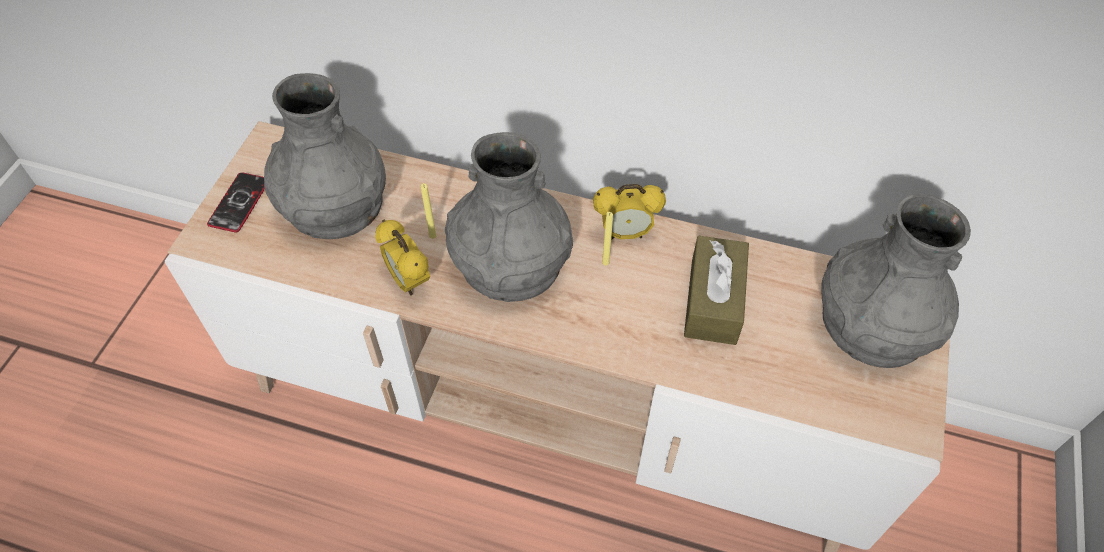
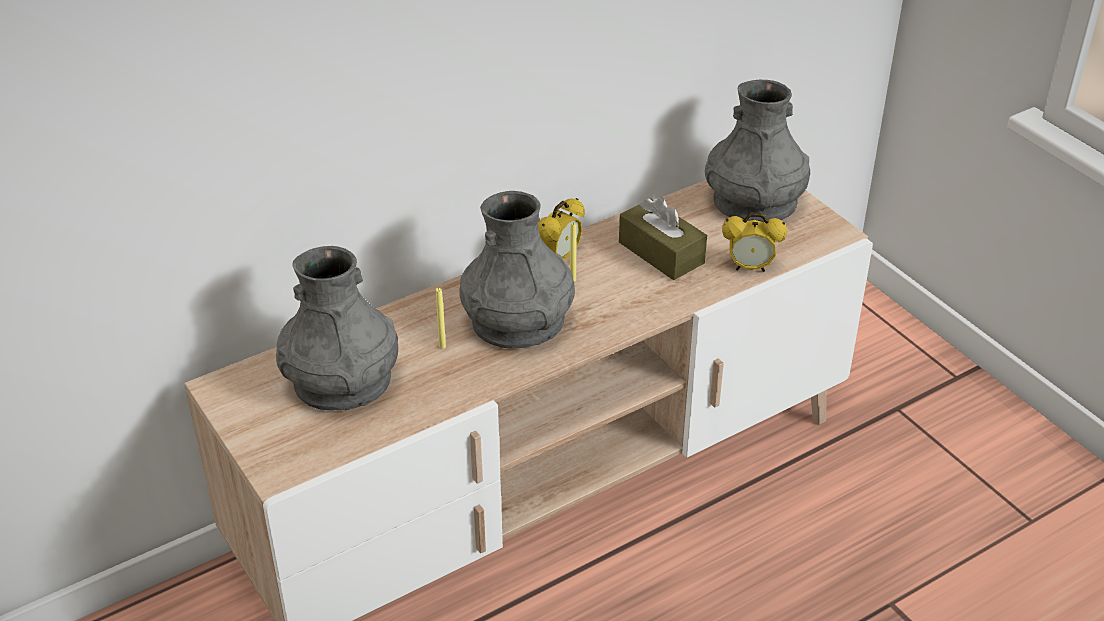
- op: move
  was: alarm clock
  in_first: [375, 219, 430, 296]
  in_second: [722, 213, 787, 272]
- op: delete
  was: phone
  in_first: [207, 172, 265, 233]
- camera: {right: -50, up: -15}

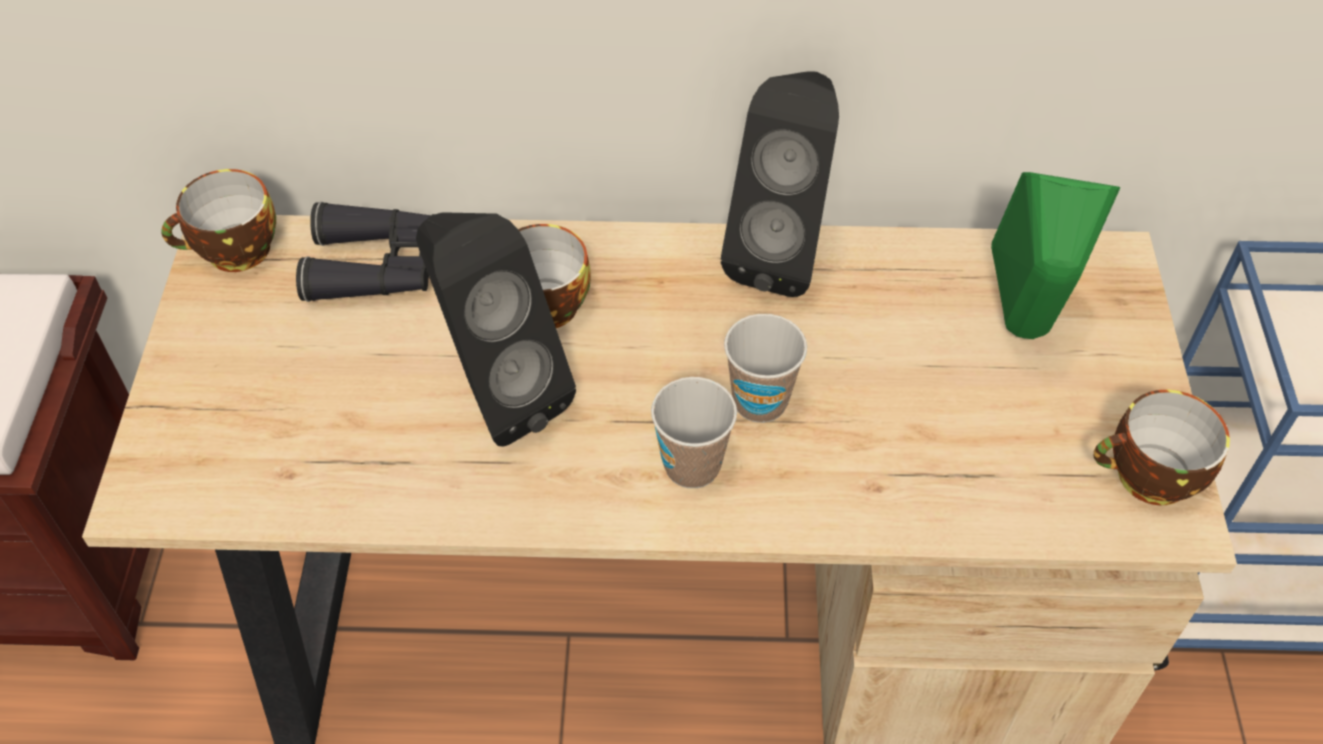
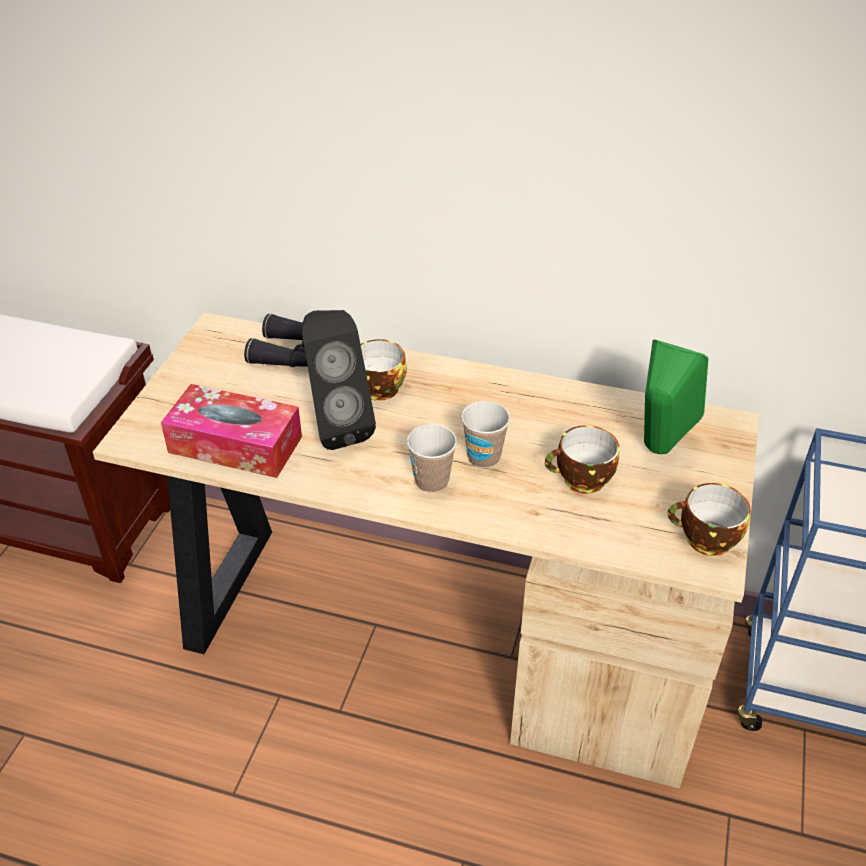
- op: insert
  now: tissue box
  in_second: [161, 384, 302, 478]
- op: move
  was: cup
  in_first: [161, 169, 276, 272]
  in_second: [545, 425, 619, 494]
- op: delete
  was: black speaker
  in_first: [721, 71, 839, 297]
- camera: {right: 15, up: -10}

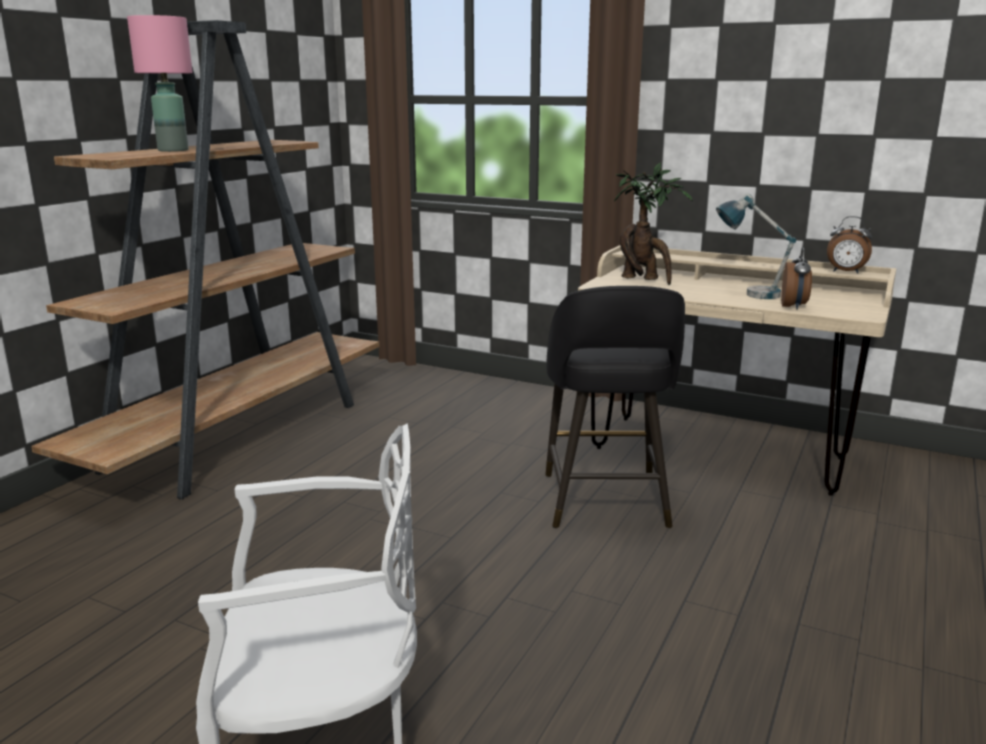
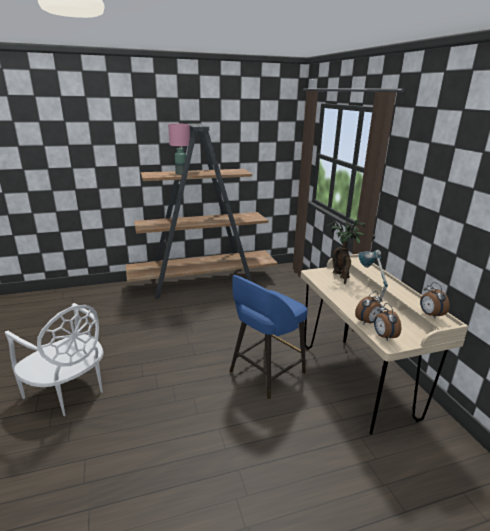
- op: recolor
  was: black stool
  now: blue stool
  in_first: [545, 286, 685, 528]
  in_second: [230, 275, 308, 399]
- op: insert
  now: alarm clock
  in_second: [374, 303, 401, 341]
- camera: {right: 45, up: 5}

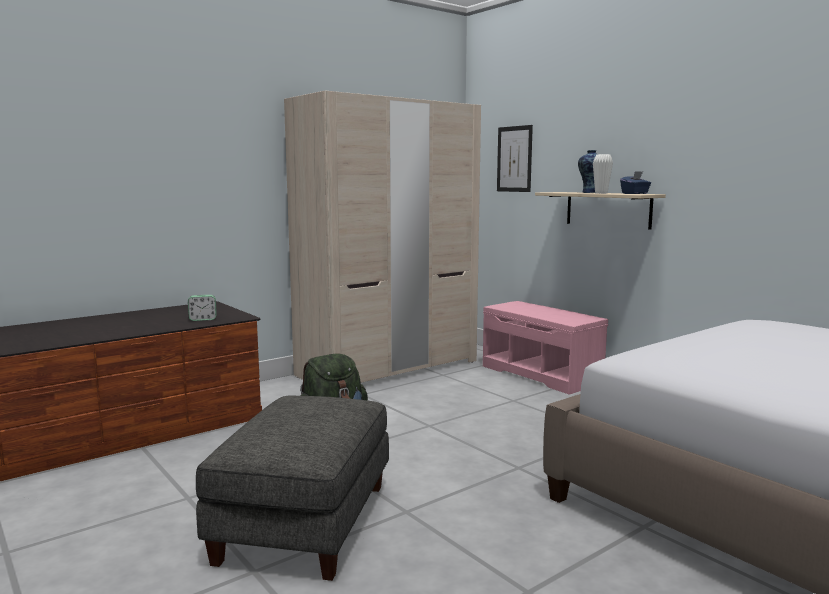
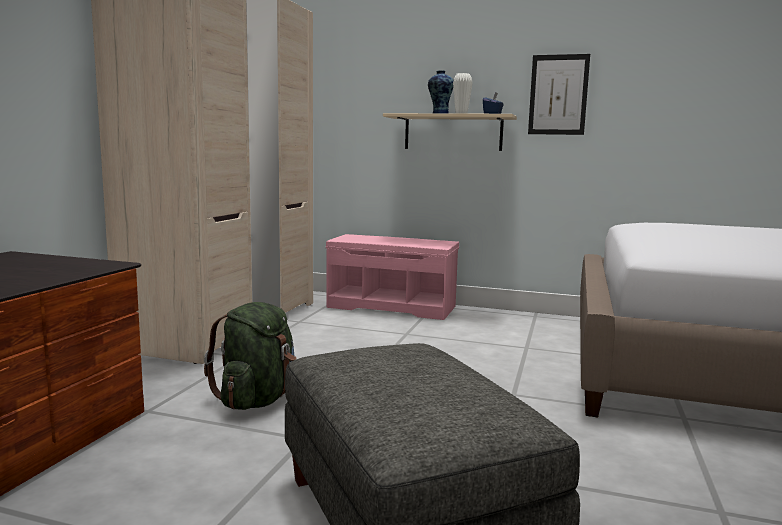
- op: move
  was: picture
  in_first: [497, 125, 533, 192]
  in_second: [528, 54, 590, 135]
- op: delete
  was: alarm clock
  in_first: [188, 295, 217, 321]
- camera: {right: -35, up: 0}

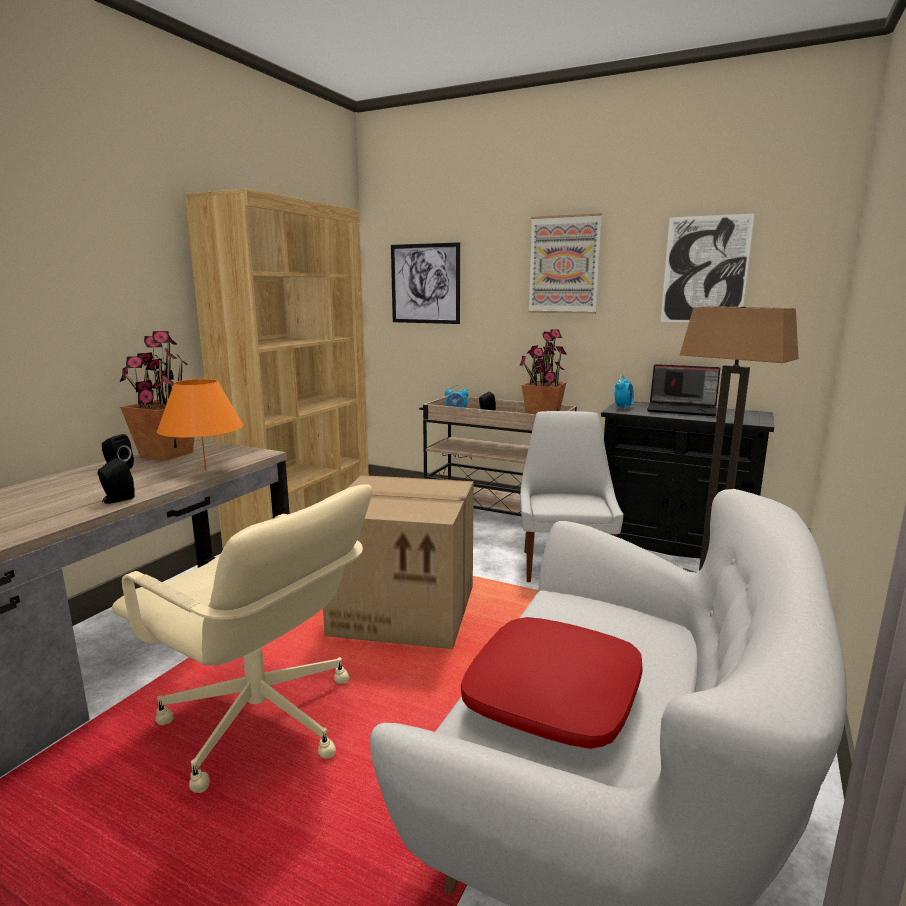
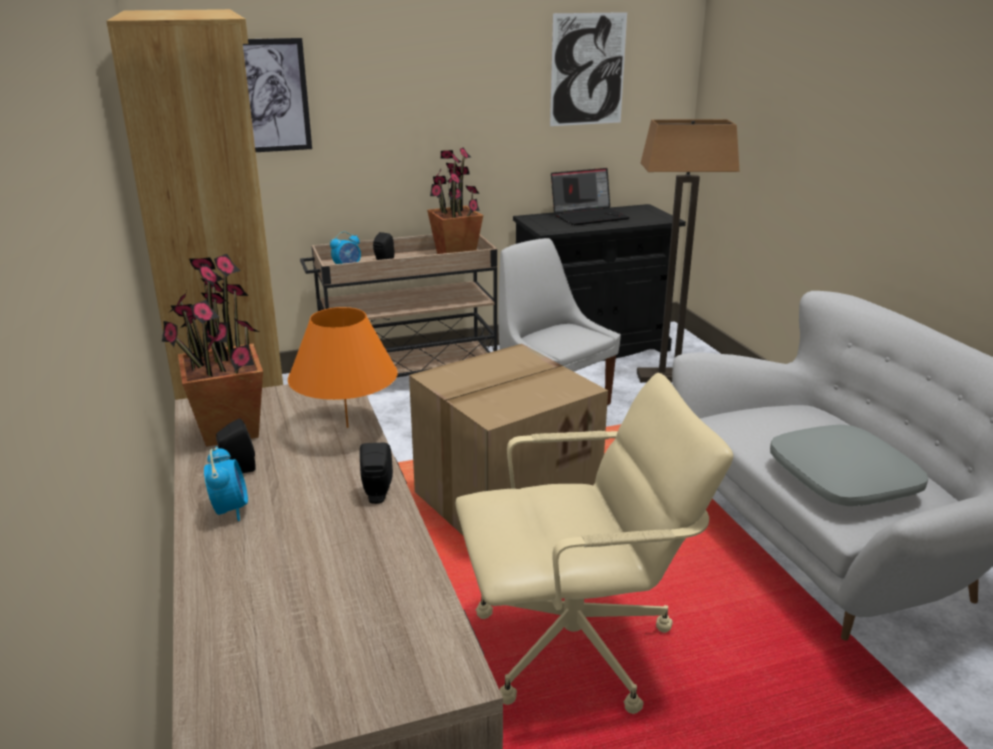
- op: move
  was: alarm clock
  in_first: [614, 375, 634, 410]
  in_second: [204, 447, 248, 521]
- op: recolor
  was: red pillow
  now: grey pillow
  in_first: [461, 617, 643, 749]
  in_second: [770, 425, 928, 506]
- op: delete
  was: picture
  in_first: [528, 213, 602, 314]
- camera: {right: -45, up: 10}

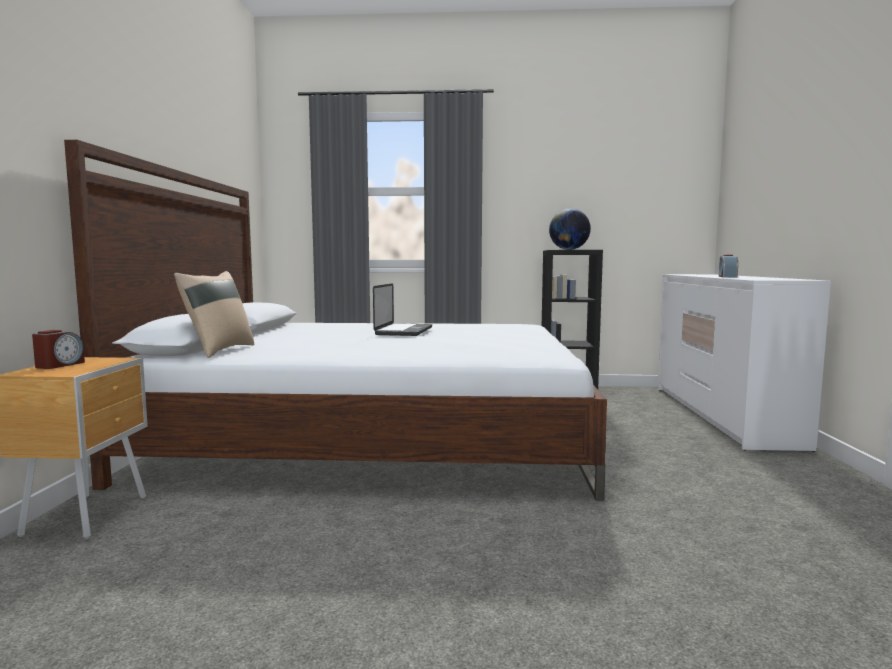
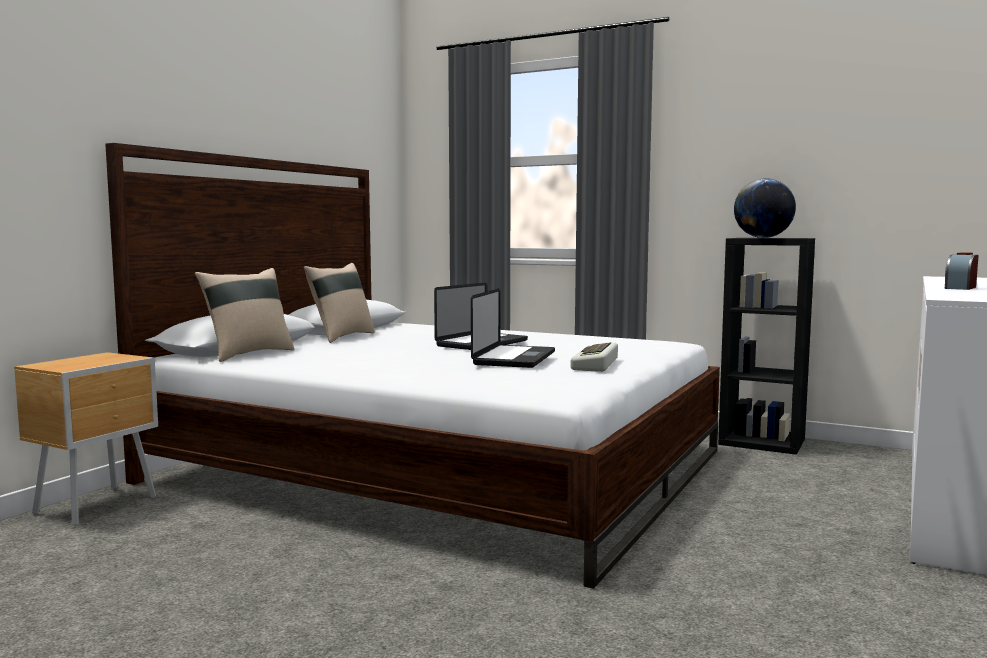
- op: insert
  now: beige pillow
  in_second: [304, 263, 375, 343]
- op: insert
  now: laptop
  in_second: [471, 288, 555, 368]
- op: insert
  now: keyboard
  in_second: [571, 342, 618, 372]
- op: delete
  was: alarm clock
  in_first: [32, 330, 85, 369]
- camera: {right: 25, up: 0}

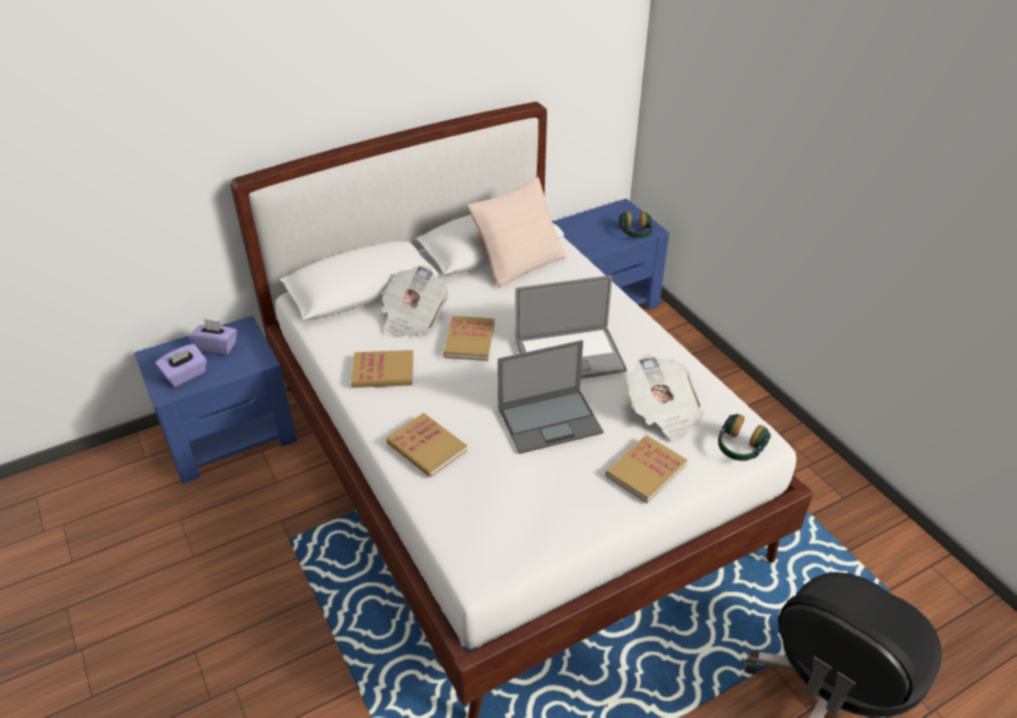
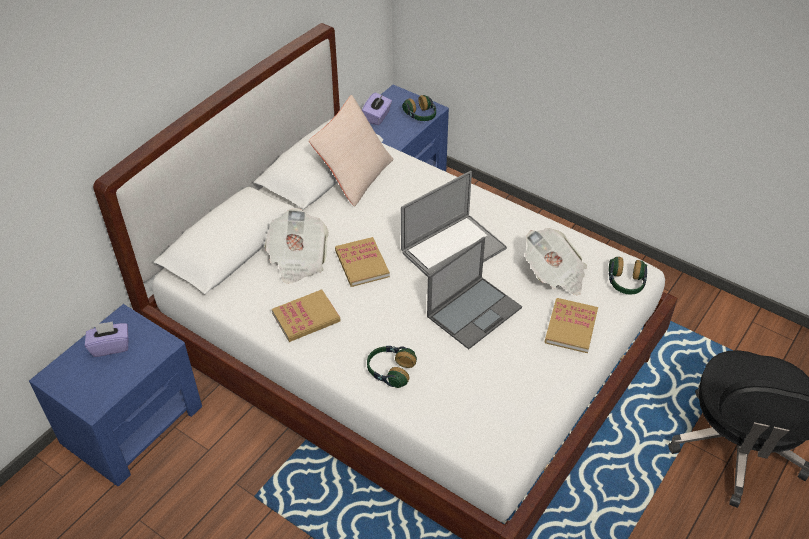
- op: move
  was: purple tissue box
  in_first: [155, 344, 207, 387]
  in_second: [362, 92, 392, 125]
- op: replace
  was: book
  now: headphones
  in_first: [386, 413, 467, 477]
  in_second: [367, 346, 417, 388]
- camera: {right: -25, up: 5}

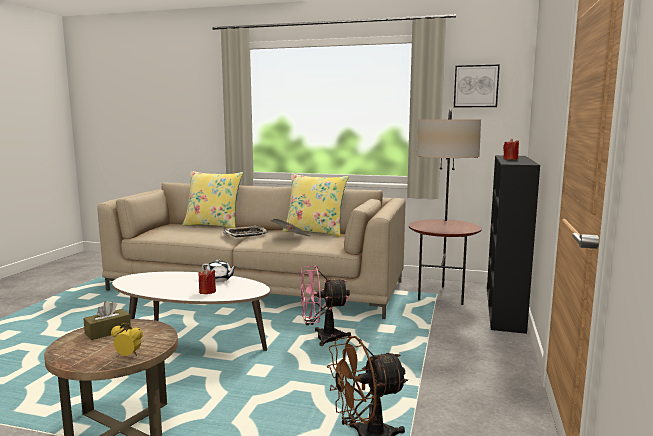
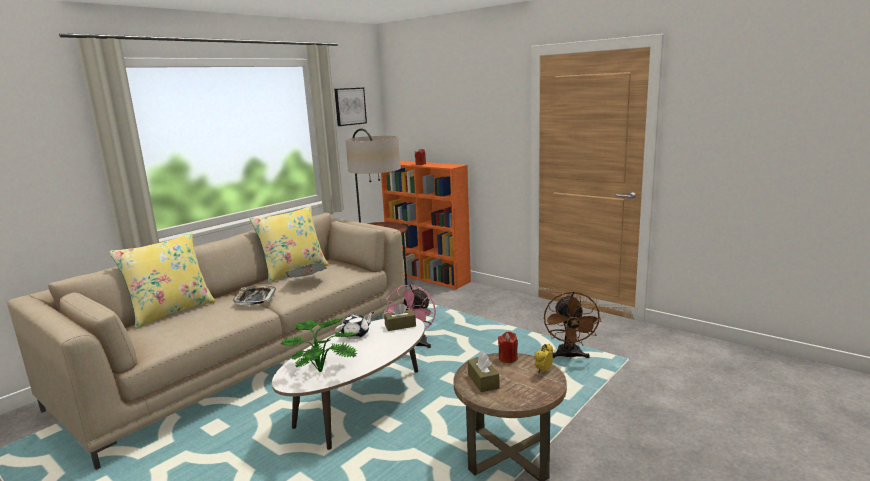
- op: insert
  now: potted plant
  in_second: [280, 318, 358, 372]
- op: recolor
  was: black bookcase
  now: orange bookcase
  in_first: [487, 155, 540, 334]
  in_second: [381, 160, 471, 289]
- op: insert
  now: brown tissue box
  in_second: [384, 303, 416, 331]
- op: move
  was: red candle
  in_first: [198, 268, 216, 294]
  in_second: [498, 332, 518, 363]
- camera: {right: -65, up: 5}

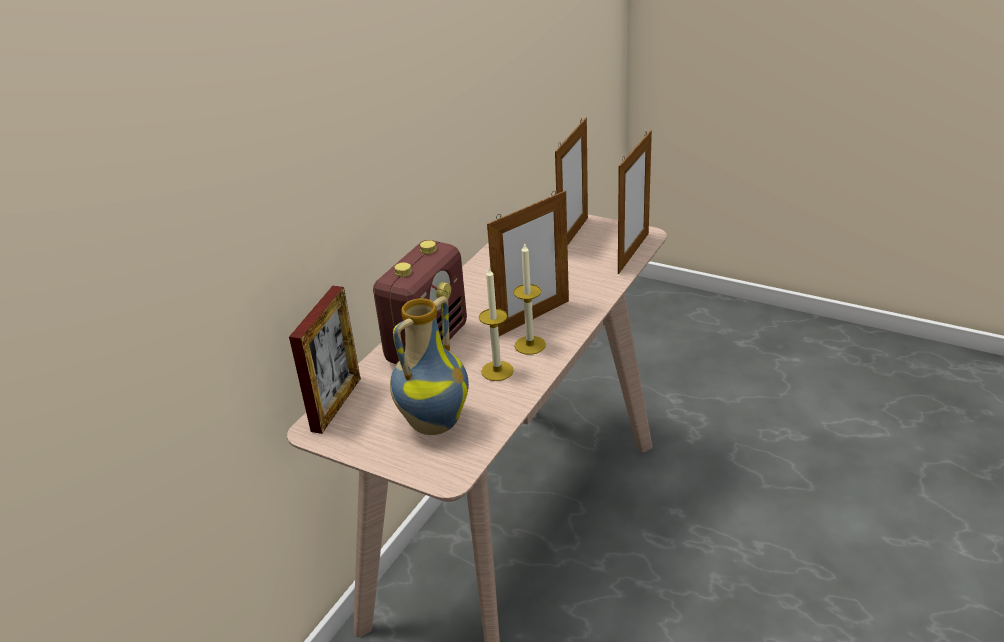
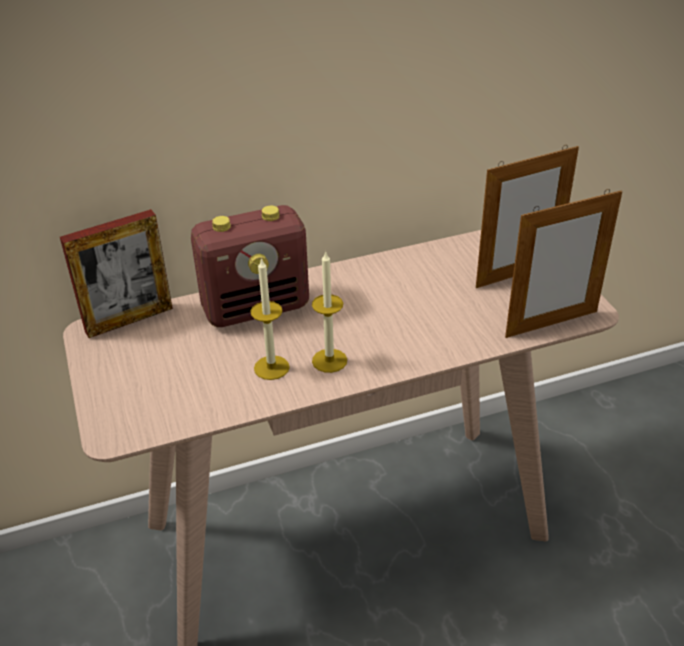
- op: delete
  was: vase
  in_first: [390, 296, 469, 435]
- op: delete
  was: picture frame
  in_first: [487, 191, 569, 336]
- camera: {right: 40, up: 5}

